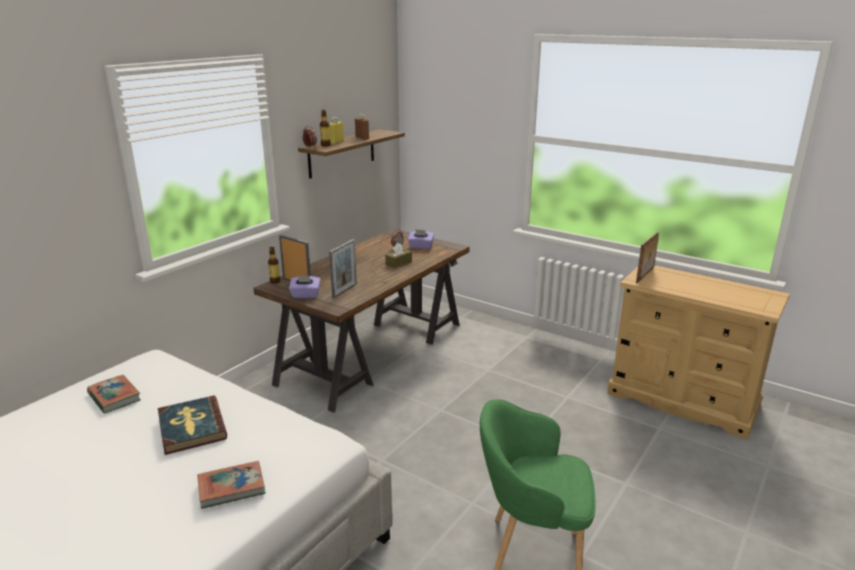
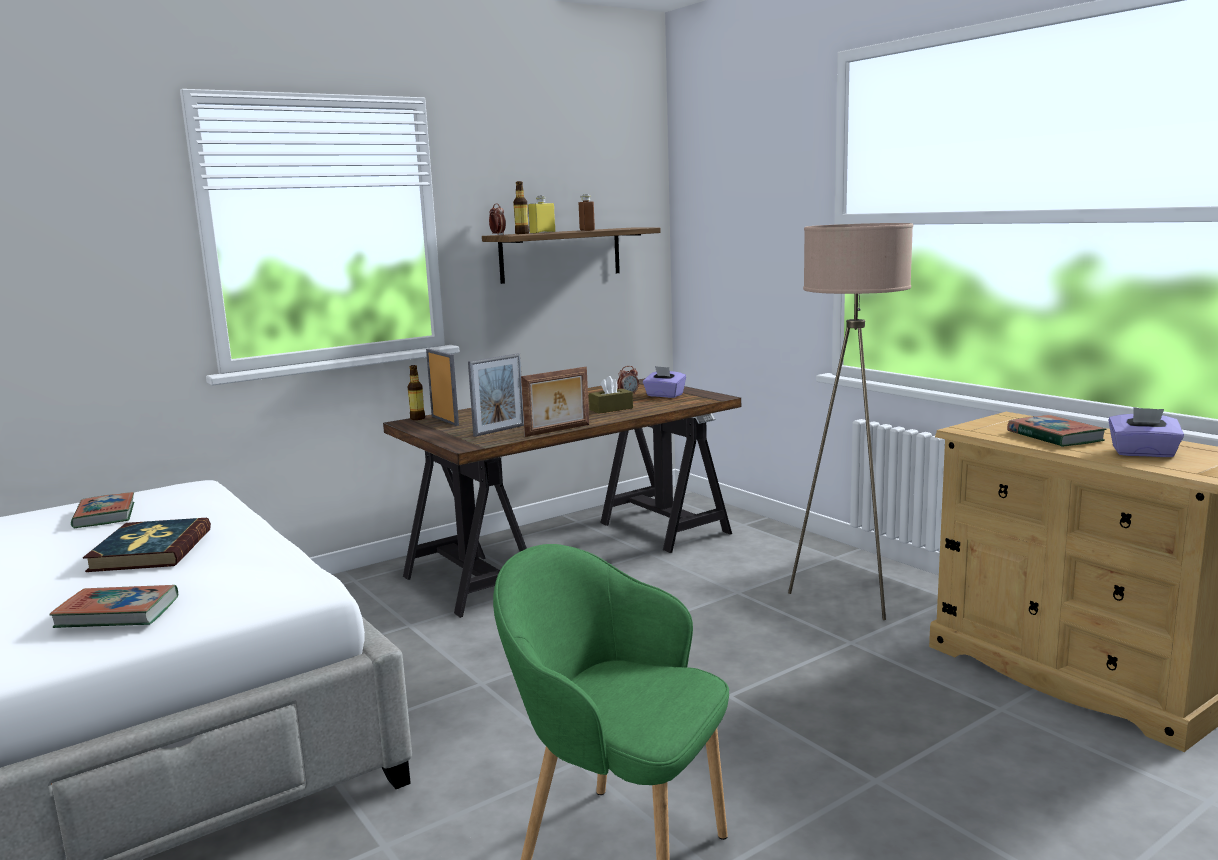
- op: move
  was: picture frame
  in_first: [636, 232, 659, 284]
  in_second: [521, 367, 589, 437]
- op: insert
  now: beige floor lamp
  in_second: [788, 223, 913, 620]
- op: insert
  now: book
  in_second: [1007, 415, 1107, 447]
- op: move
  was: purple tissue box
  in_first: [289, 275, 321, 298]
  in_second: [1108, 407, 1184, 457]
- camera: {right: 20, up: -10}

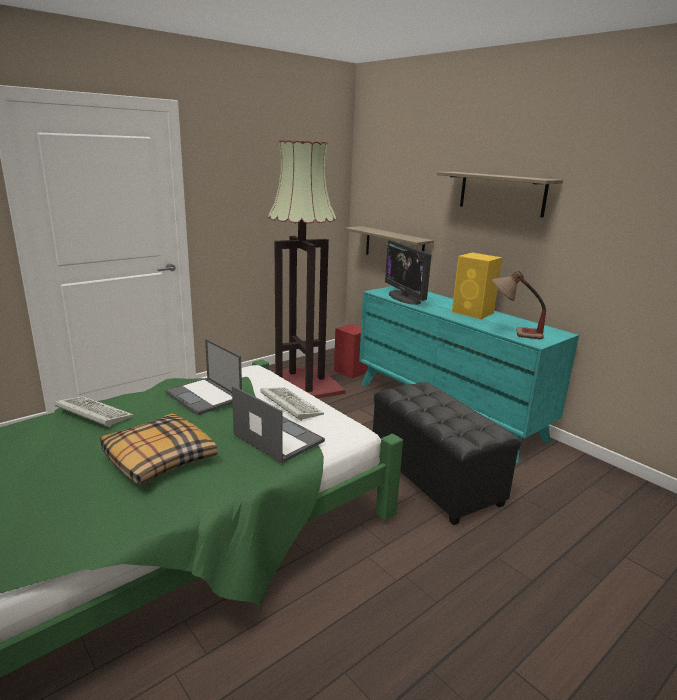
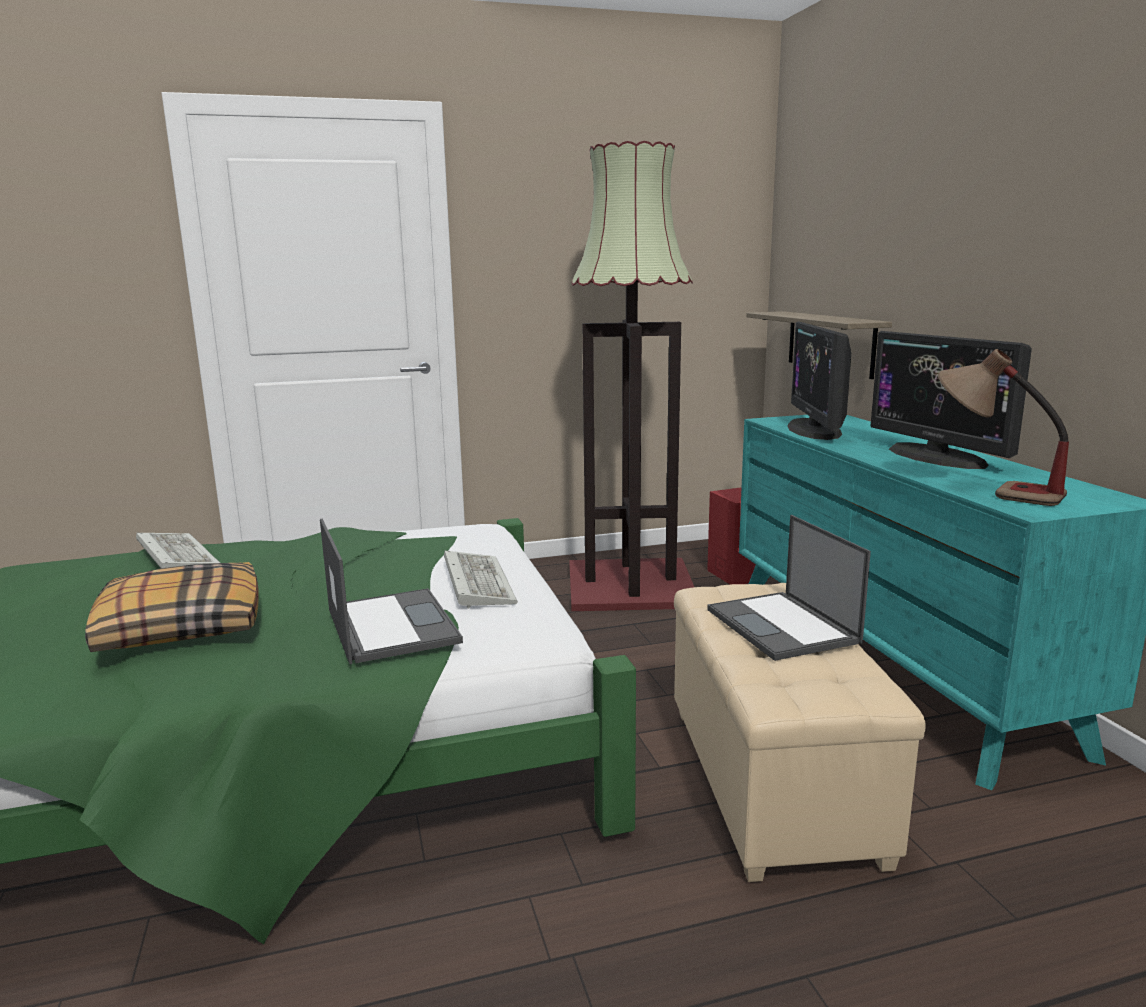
- op: recolor
  was: black ottoman
  now: beige ottoman
  in_first: [373, 382, 521, 525]
  in_second: [674, 583, 925, 882]
- op: move
  was: laptop
  in_first: [165, 339, 242, 415]
  in_second: [707, 515, 871, 661]
- op: replace
  was: yellow speaker
  now: monitor
  in_first: [452, 252, 502, 319]
  in_second: [870, 331, 1032, 469]
- op: delete
  was: shelf
  in_first: [437, 172, 563, 217]
- camera: {right: 25, up: -5}

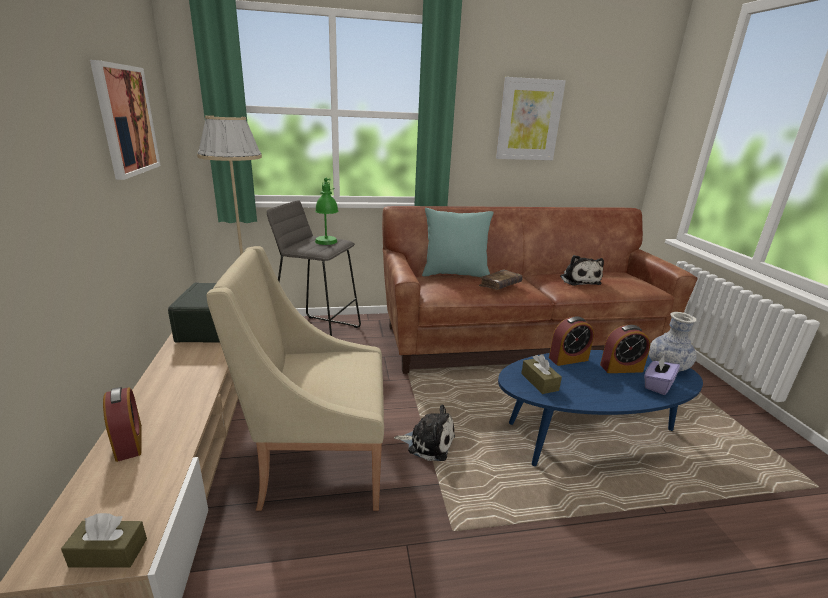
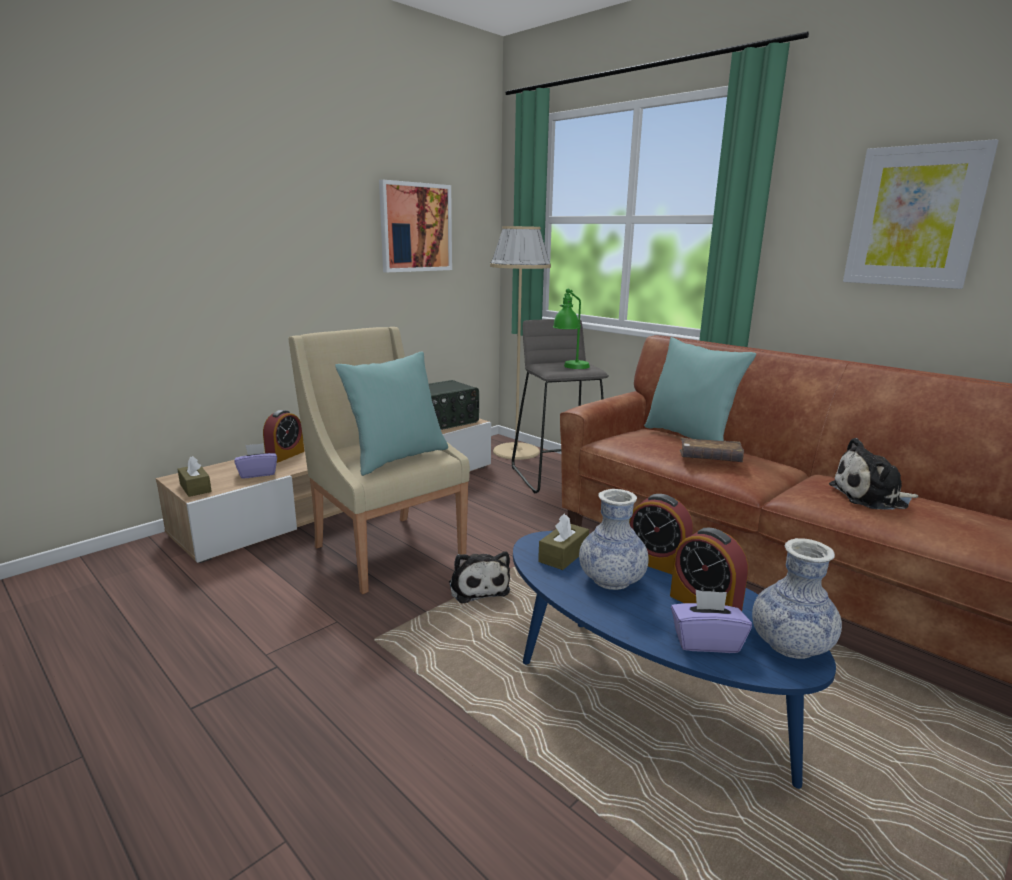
- op: insert
  now: purple tissue box
  in_second: [234, 443, 277, 479]
- op: insert
  now: turquoise pillow
  in_second: [335, 352, 448, 476]
- op: insert
  now: vase
  in_second: [579, 489, 649, 590]
- op: rotate
  was: plush toy
  in_first: [560, 255, 604, 286]
  in_second: [829, 438, 918, 509]
  clockwise: 45
- camera: {right: 55, up: -5}

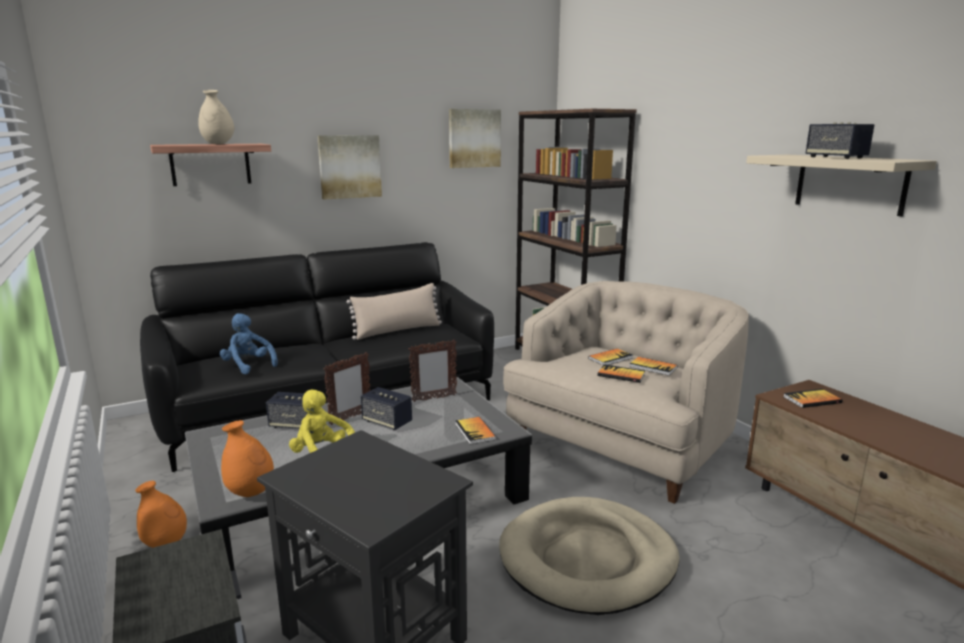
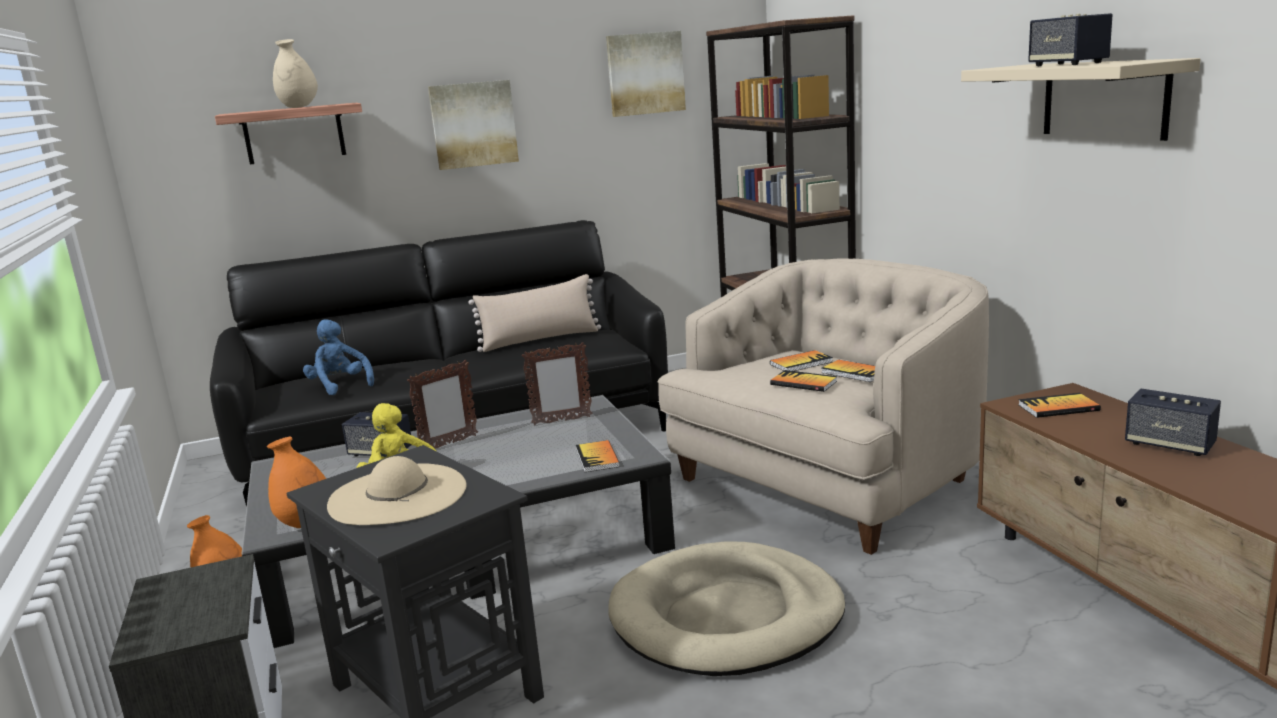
- op: insert
  now: beige hat
  in_second: [327, 456, 467, 525]
- op: move
  was: speaker
  in_first: [361, 387, 412, 430]
  in_second: [1125, 389, 1221, 456]
- camera: {right: 10, up: 0}

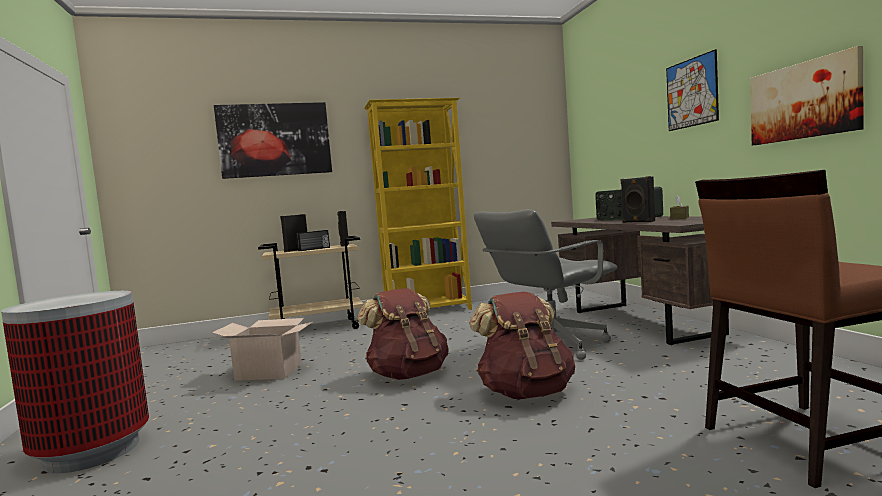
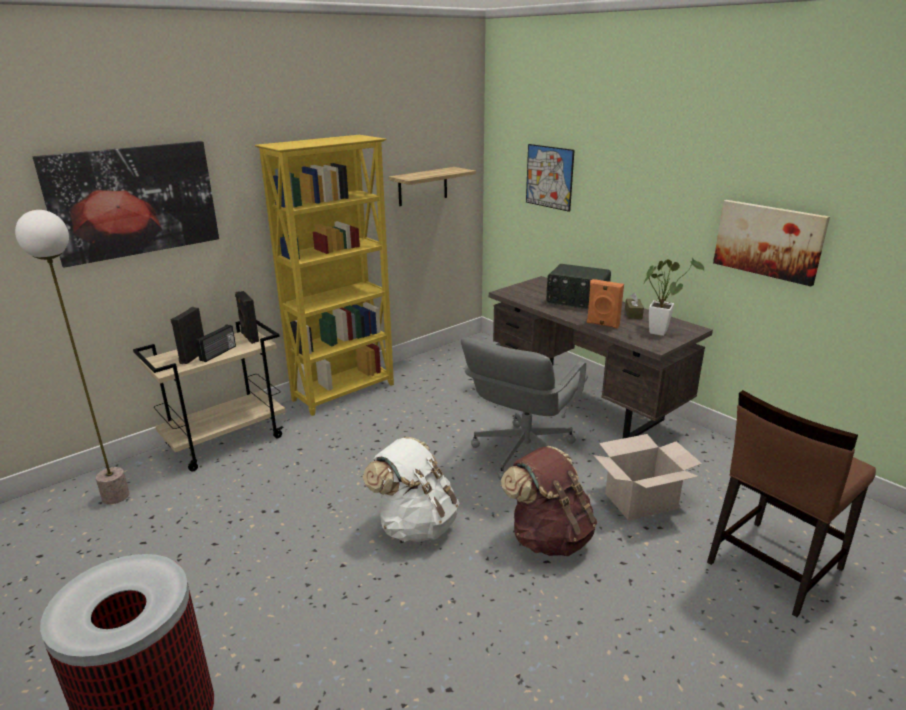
- op: insert
  now: floor lamp
  in_second: [15, 210, 129, 504]
- op: recolor
  was: brown backpack
  now: white backpack
  in_first: [357, 288, 449, 380]
  in_second: [363, 437, 459, 542]
- op: insert
  now: shelf
  in_second: [389, 167, 476, 206]
- op: move
  was: picture
  in_first: [666, 49, 719, 131]
  in_second: [526, 144, 575, 212]
- op: recolor
  was: black speaker
  now: orange speaker
  in_first: [621, 176, 655, 223]
  in_second: [587, 279, 624, 329]
- op: move
  was: cardboard box
  in_first: [212, 318, 314, 381]
  in_second: [593, 434, 702, 521]
- op: insert
  now: potted plant
  in_second: [644, 258, 704, 336]
- camera: {right: -25, up: 20}

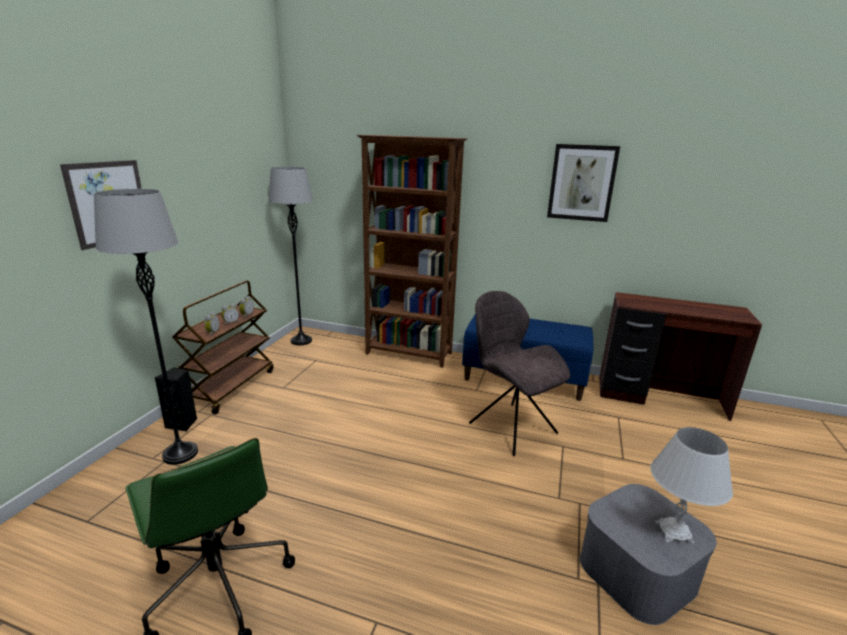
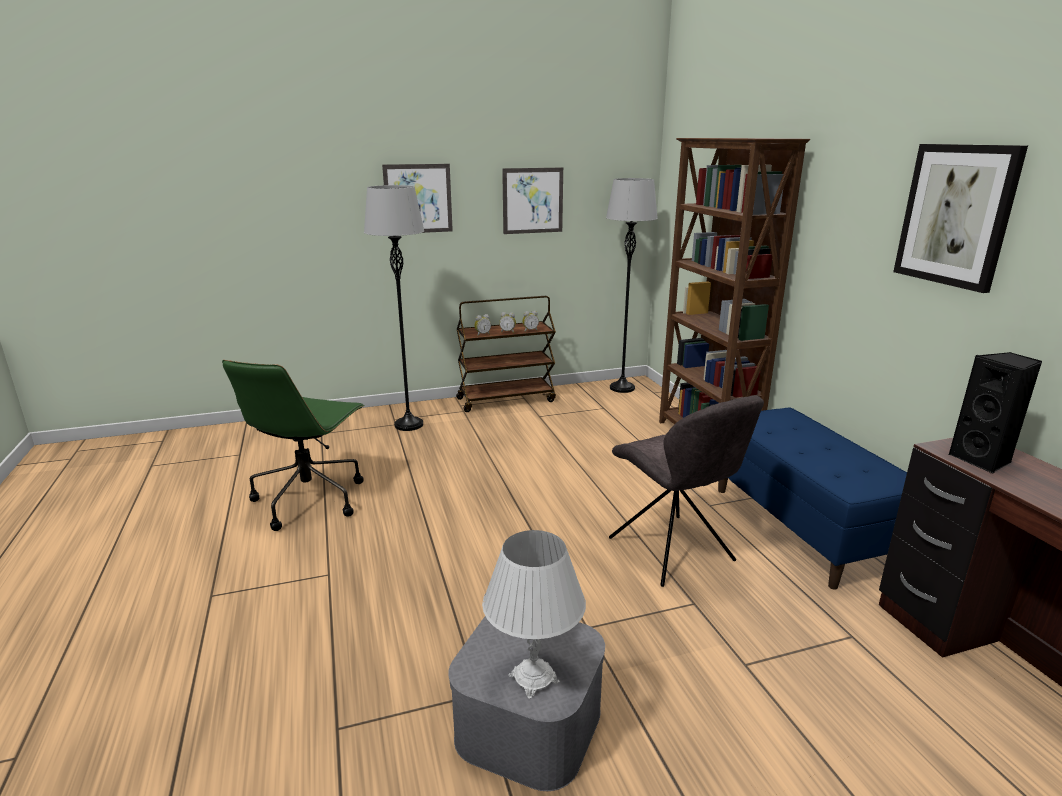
- op: insert
  now: picture
  in_second: [502, 168, 563, 234]
- op: rotate
  was: grey chair
  in_first: [469, 291, 570, 456]
  in_second: [609, 395, 764, 587]
  clockwise: 135
- op: move
  was: black speaker
  in_first: [155, 367, 197, 431]
  in_second: [949, 352, 1042, 474]
- camera: {right: 55, up: 0}

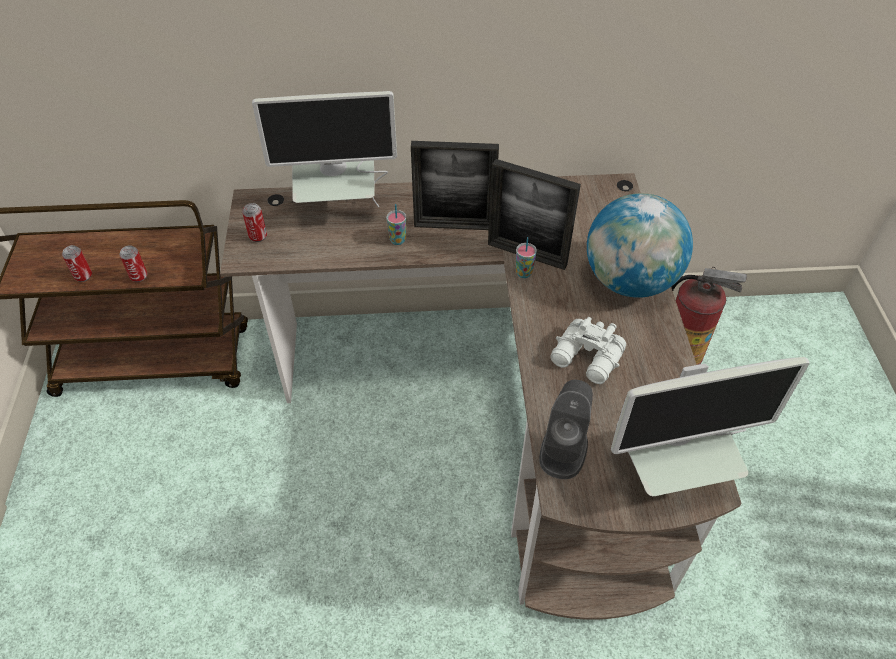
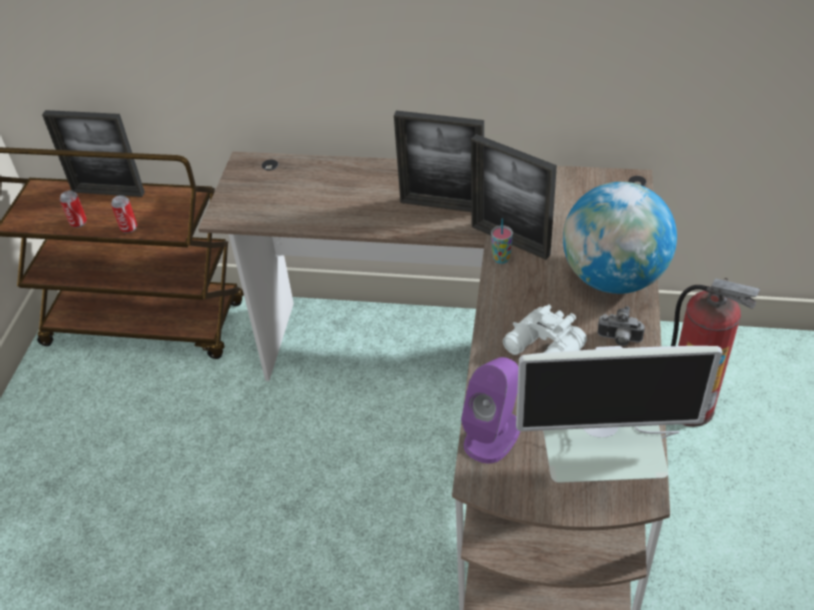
- op: insert
  now: picture frame
  in_second: [42, 110, 145, 197]
- op: recolor
  was: grey speaker
  now: purple speaker
  in_first: [539, 380, 593, 479]
  in_second: [461, 357, 520, 463]
- op: insert
  now: photo camera
  in_second: [598, 306, 645, 346]
- op: delete
  was: can
  in_first: [242, 203, 267, 242]
- op: delete
  was: monitor
  in_first: [252, 91, 397, 207]
- op: delete
  was: cup
  in_first: [386, 204, 406, 245]
- camera: {right: 15, up: -5}

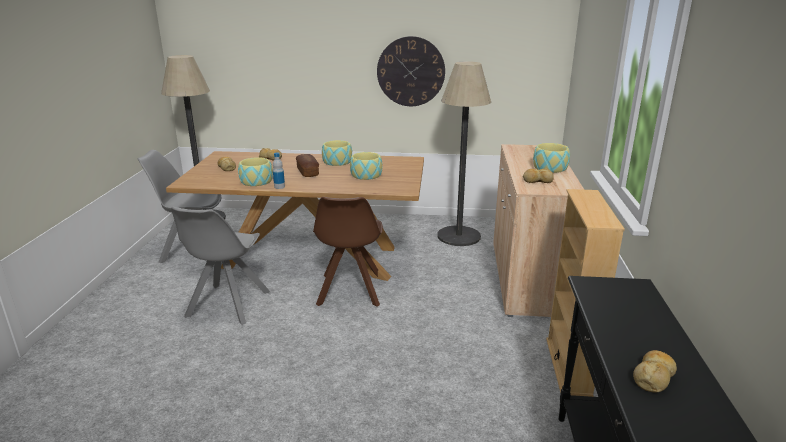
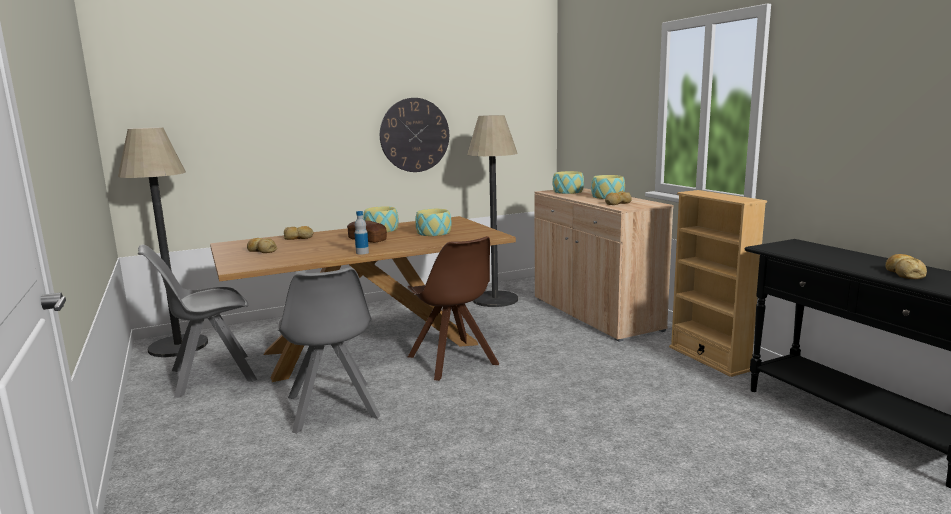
- op: move
  was: bowl
  in_first: [238, 157, 273, 186]
  in_second: [553, 171, 584, 194]
- camera: {right: -30, up: -10}

